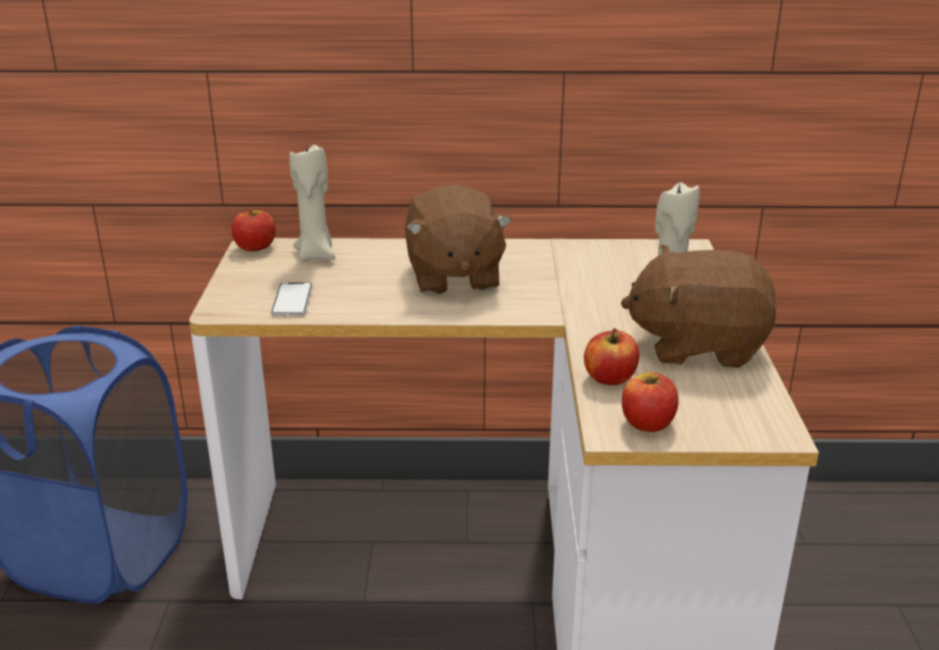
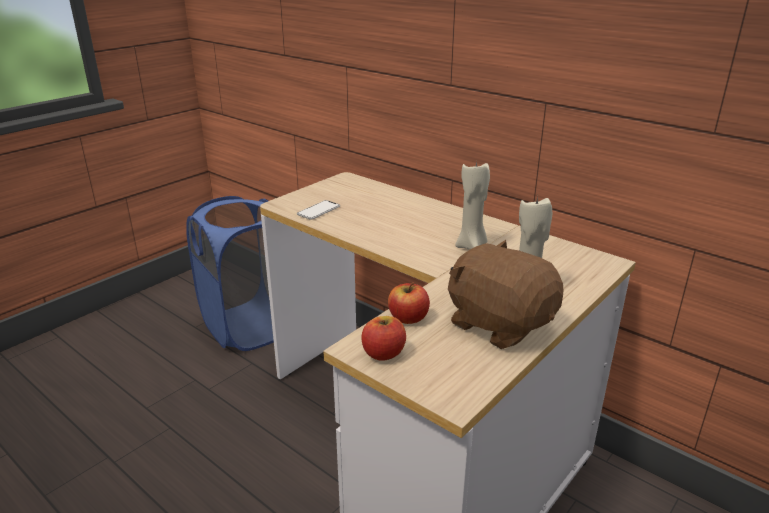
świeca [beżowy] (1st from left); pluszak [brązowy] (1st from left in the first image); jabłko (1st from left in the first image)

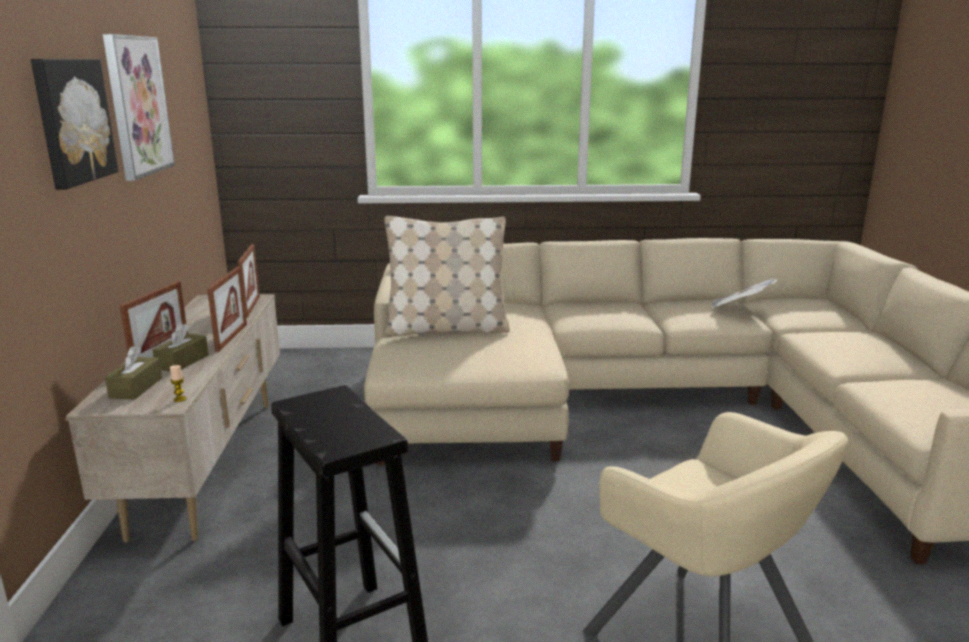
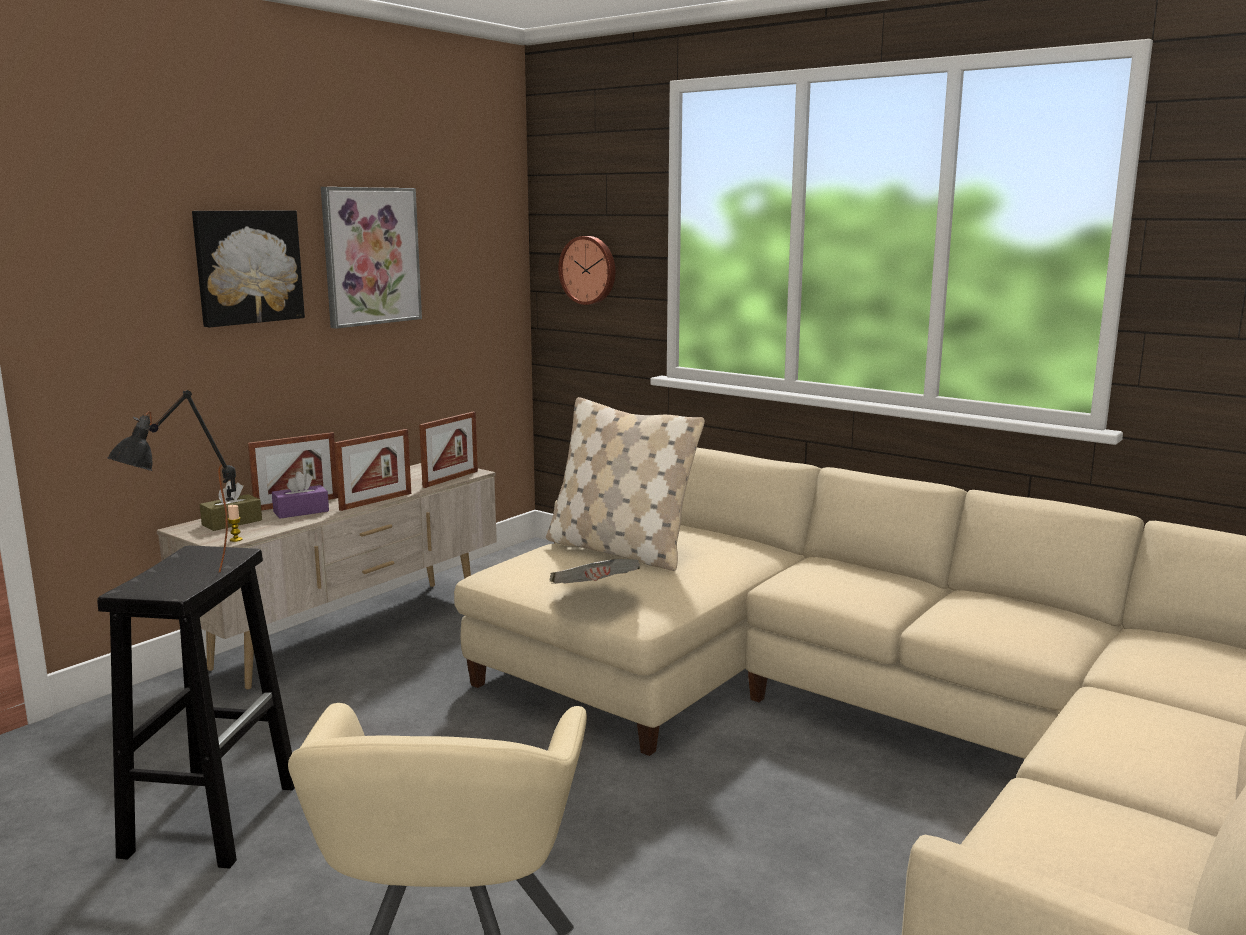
gazeta; pudełko chusteczek [fioletowy]; zegar ścienny; lampa stołowa [czarny]

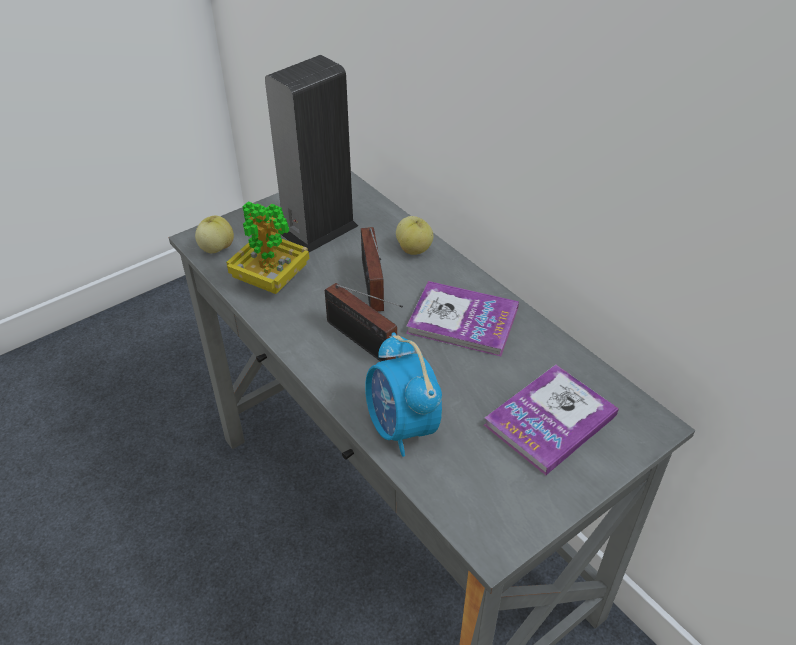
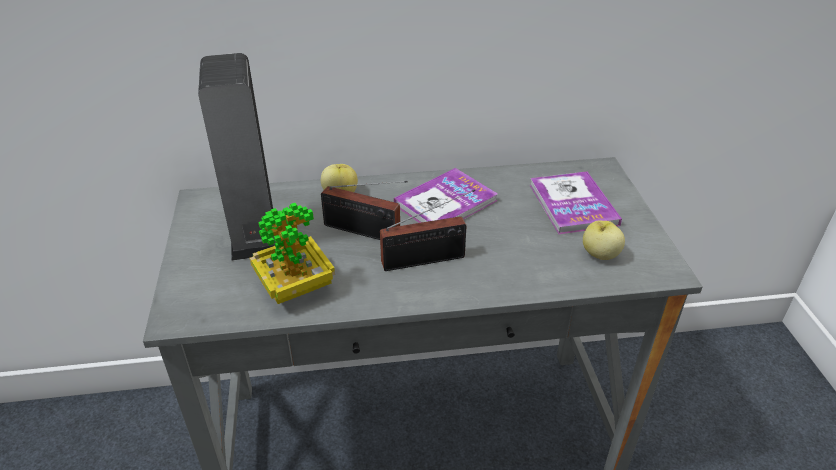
jabłko (2nd from left); budzik

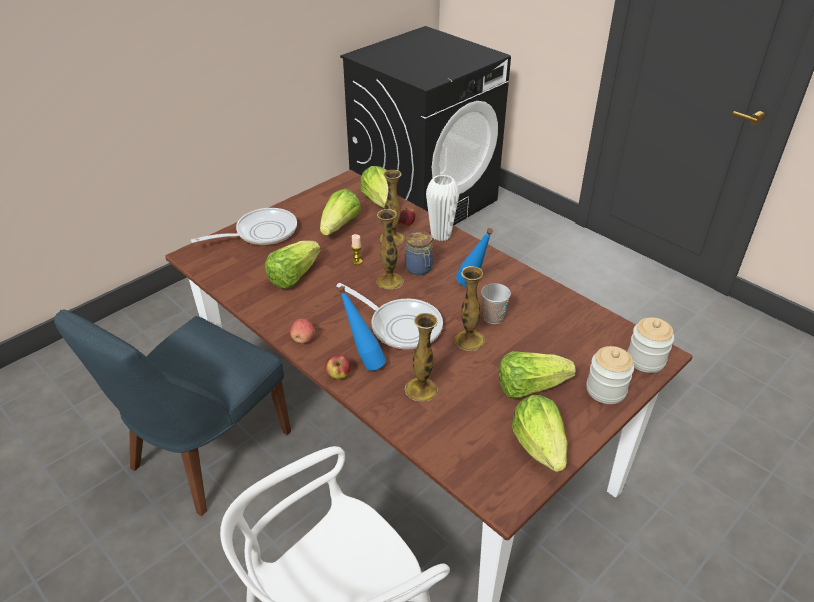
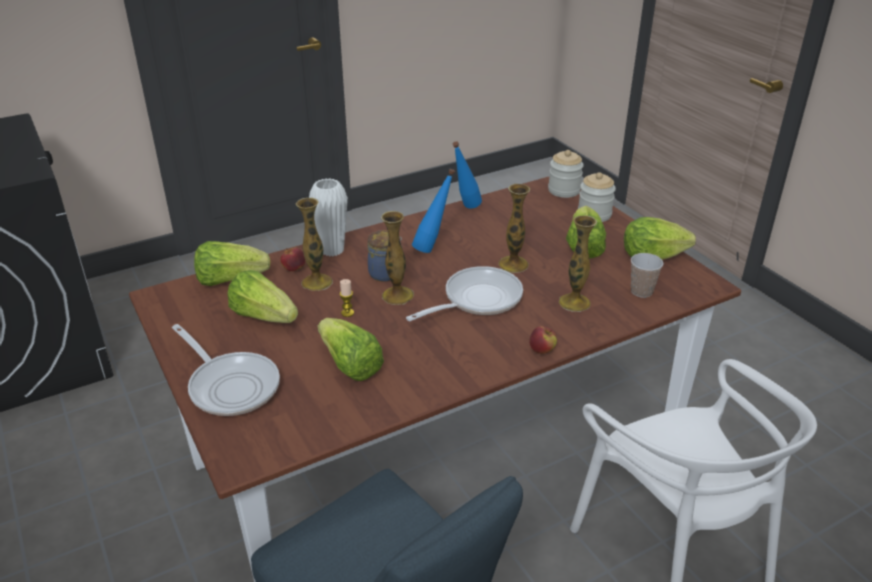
patelnia (1st from left); filiżanka; butelka [niebieski] (2nd from left); jabłko (1st from left in the first image)

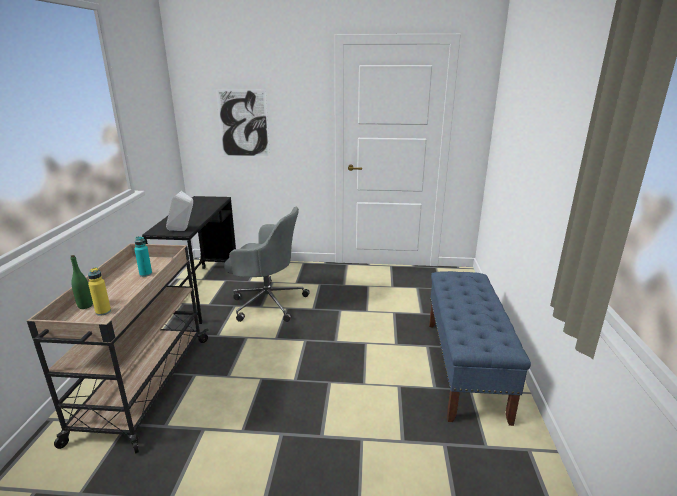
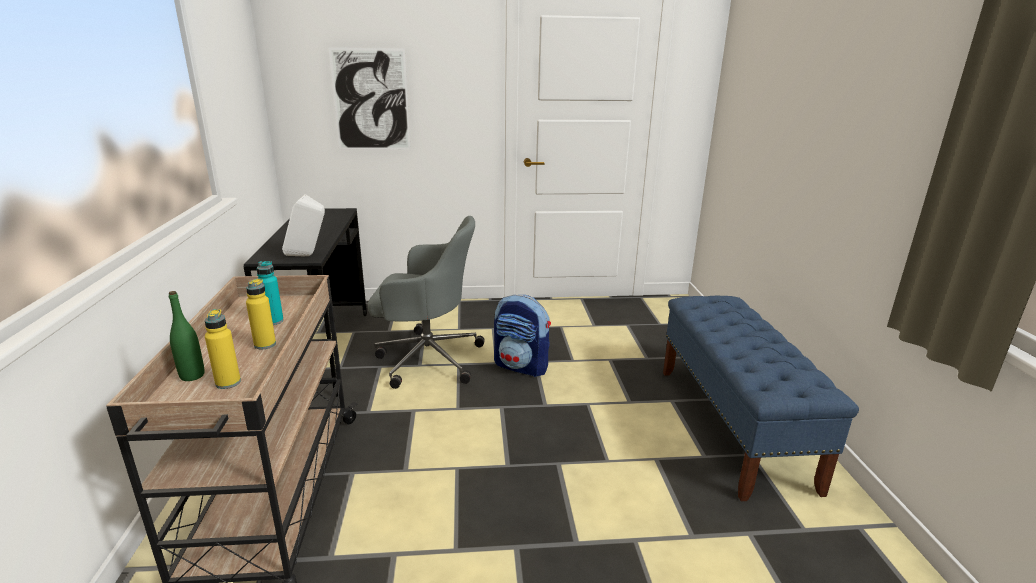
butelka [żółty] (2nd from left); plecak

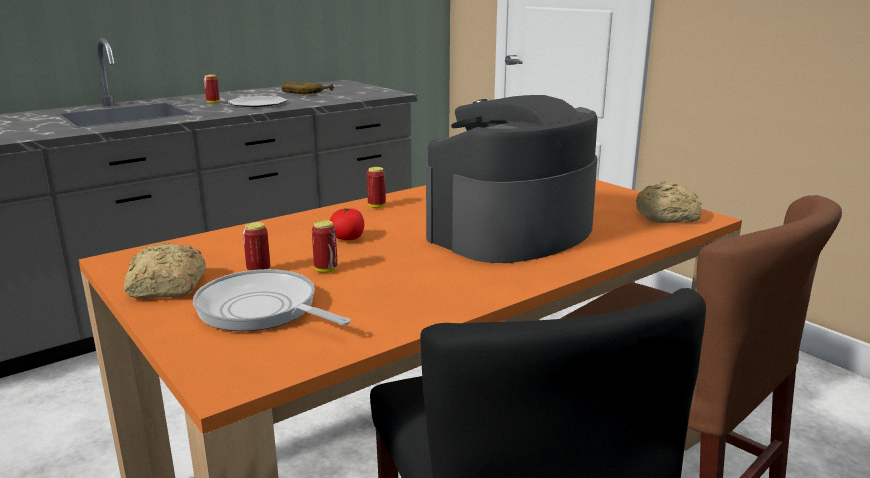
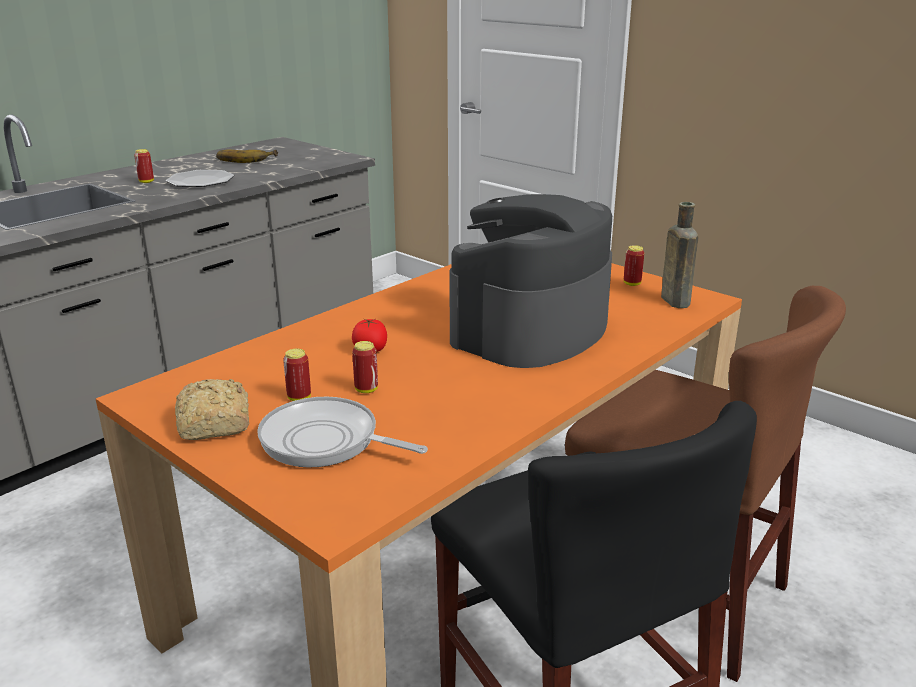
puszka (4th from left); butelka [brązowy]

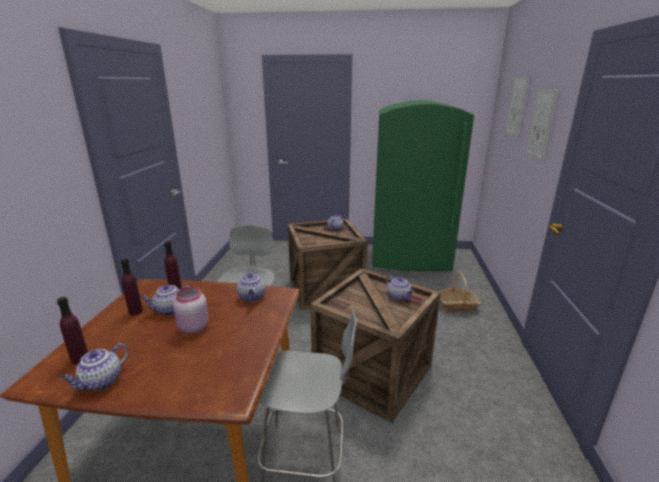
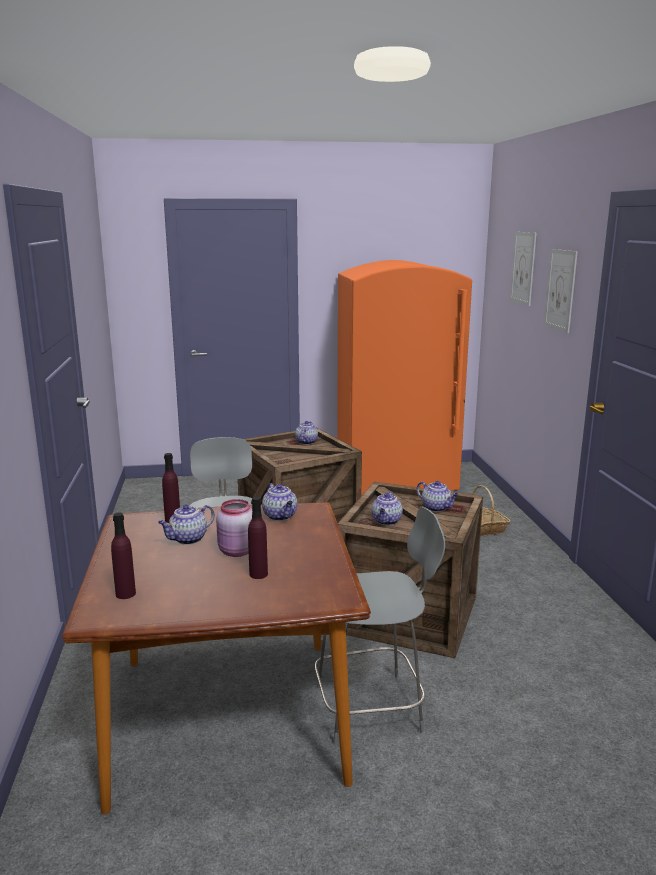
lodówka [pomarańczowy]; butelka [fioletowy] (3rd from left); imbryk (4th from left)

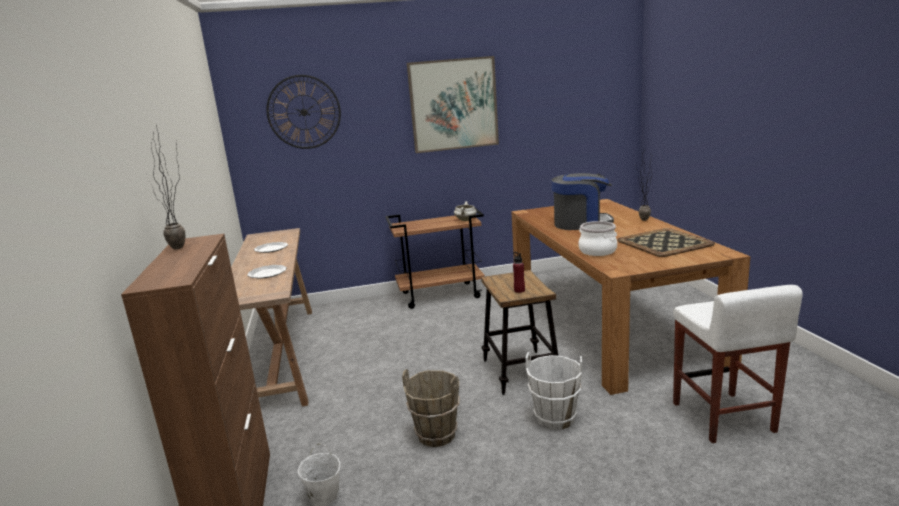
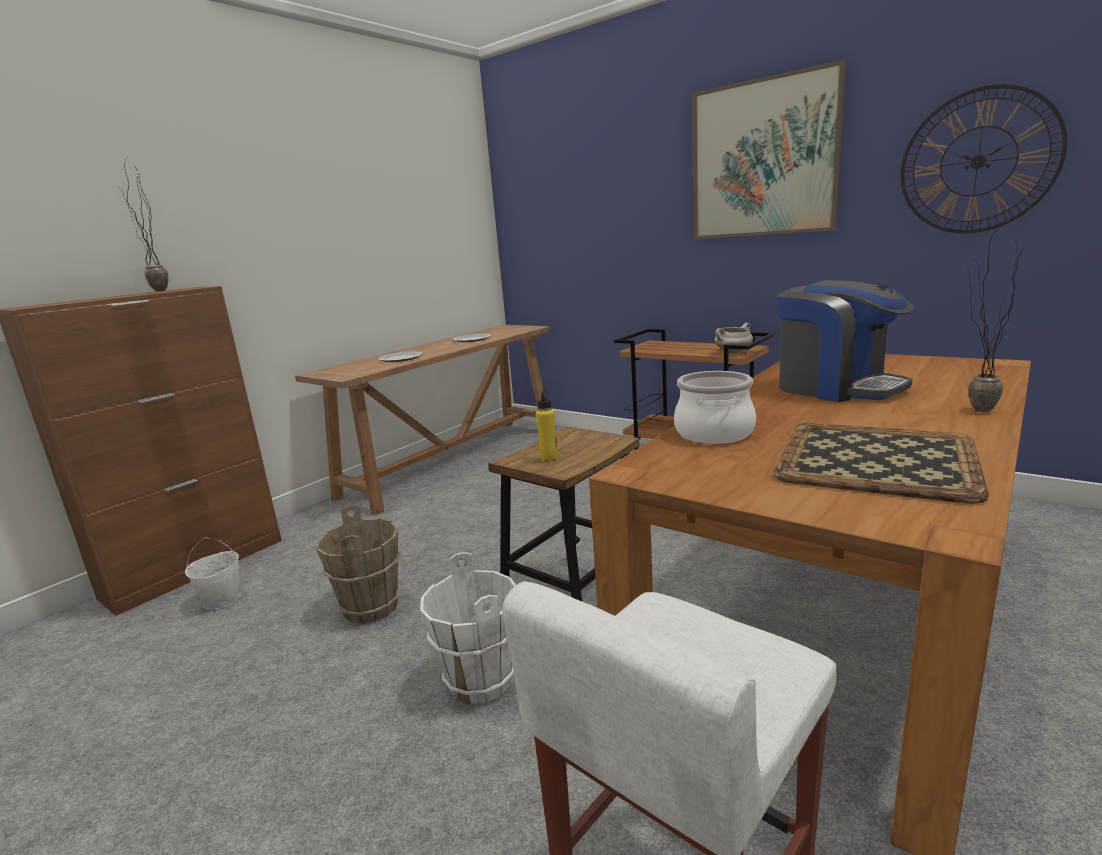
zegar ścienny; butelka [żółty]

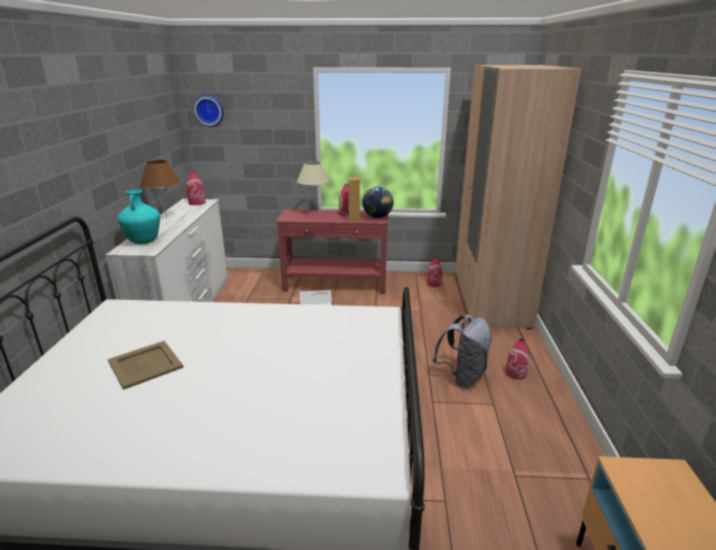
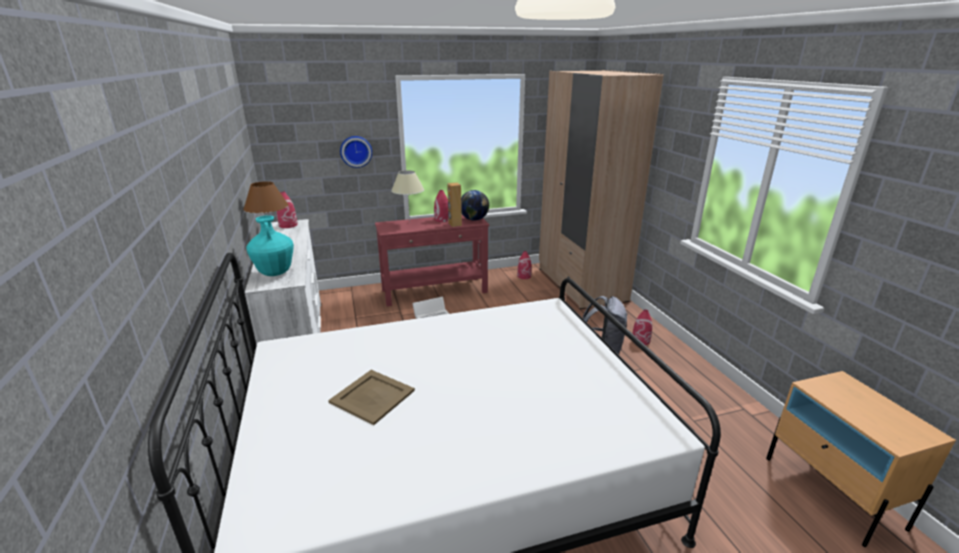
zegar ścienny

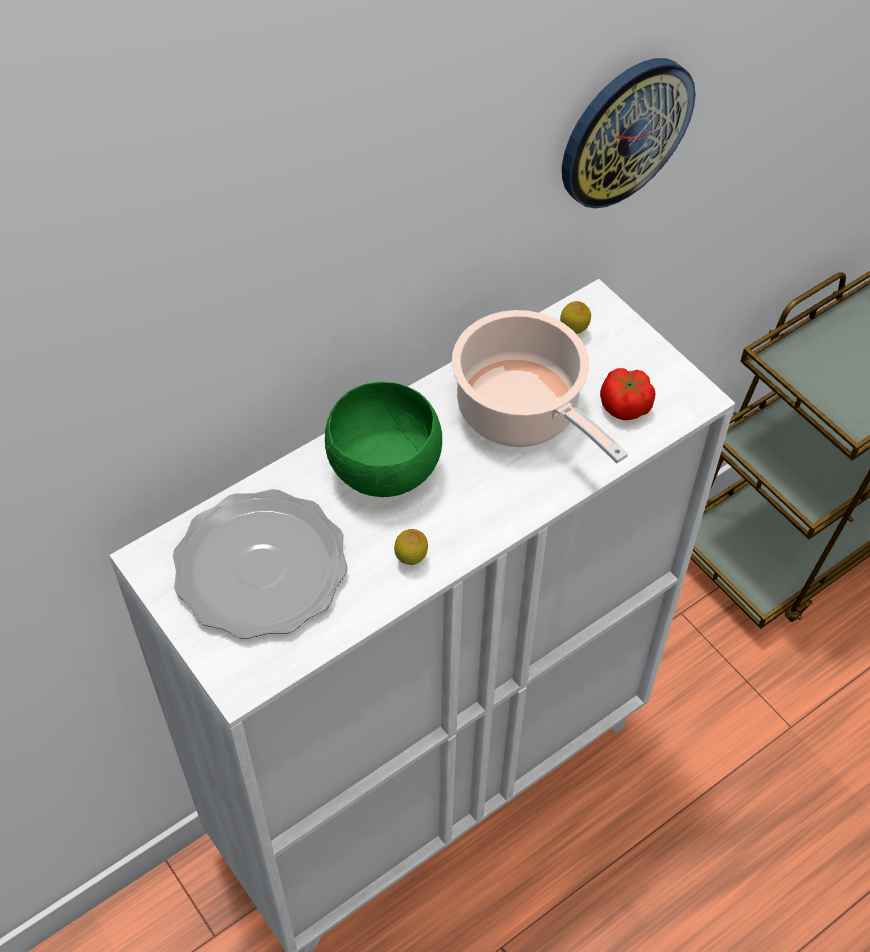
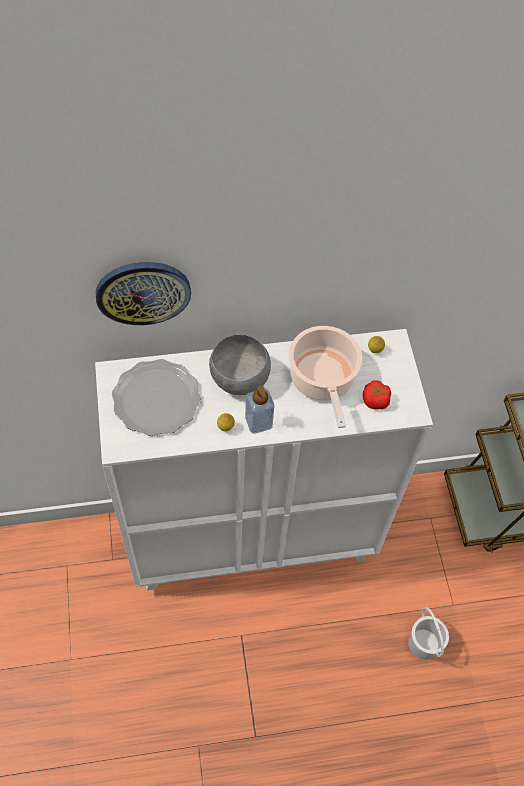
zegar ścienny; miska [szary]; dozownik mydła; wiadro [biały]

